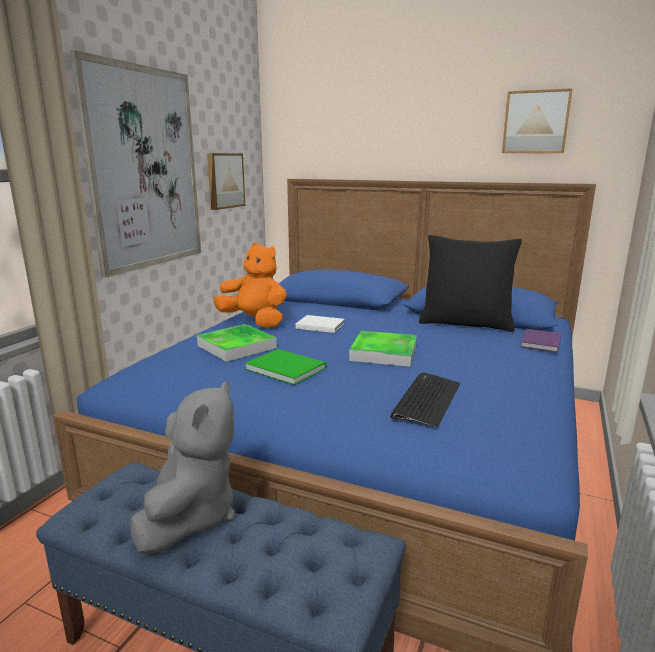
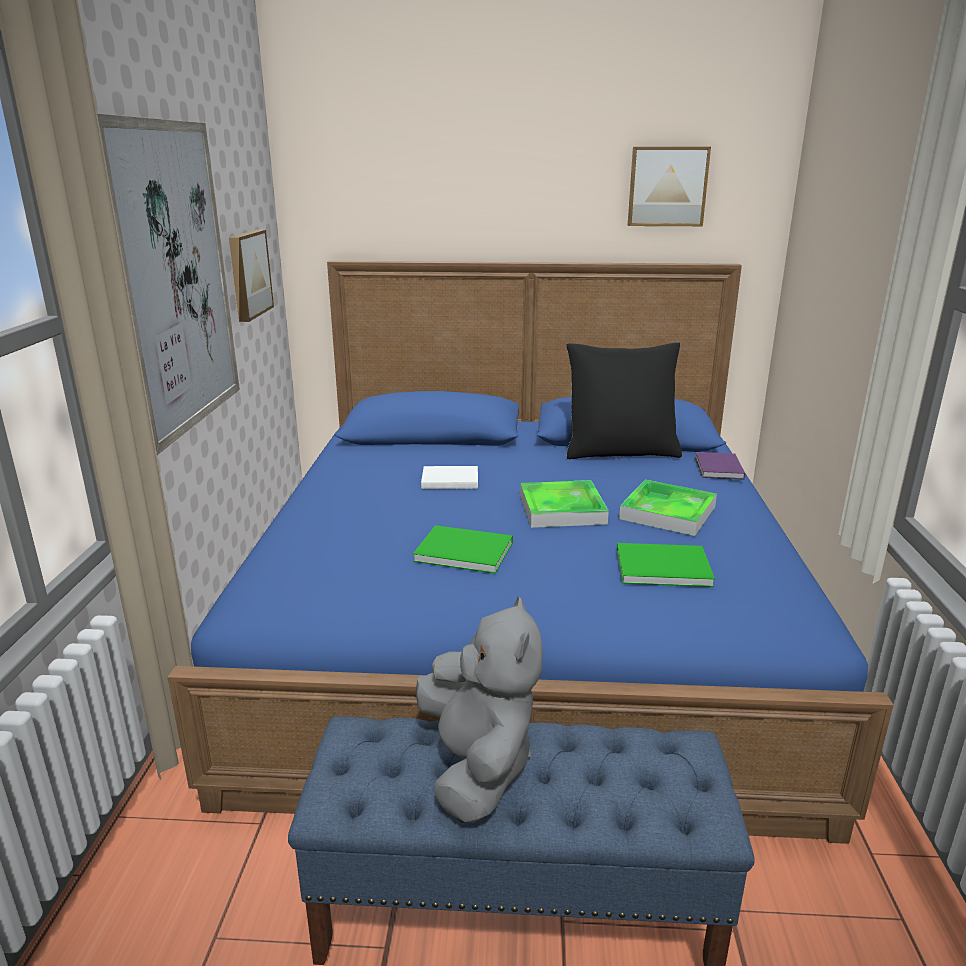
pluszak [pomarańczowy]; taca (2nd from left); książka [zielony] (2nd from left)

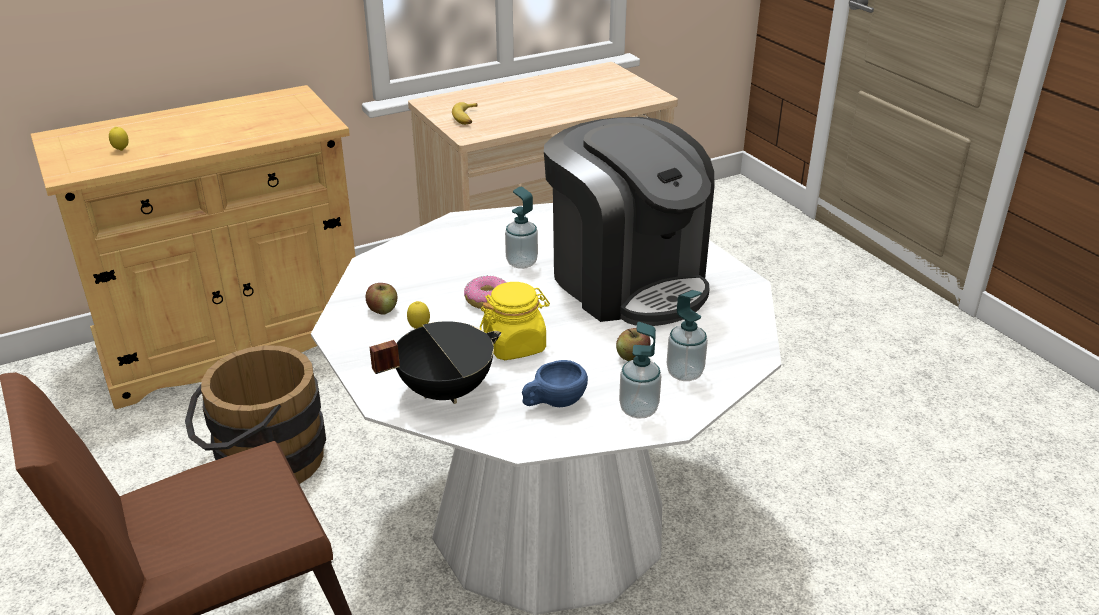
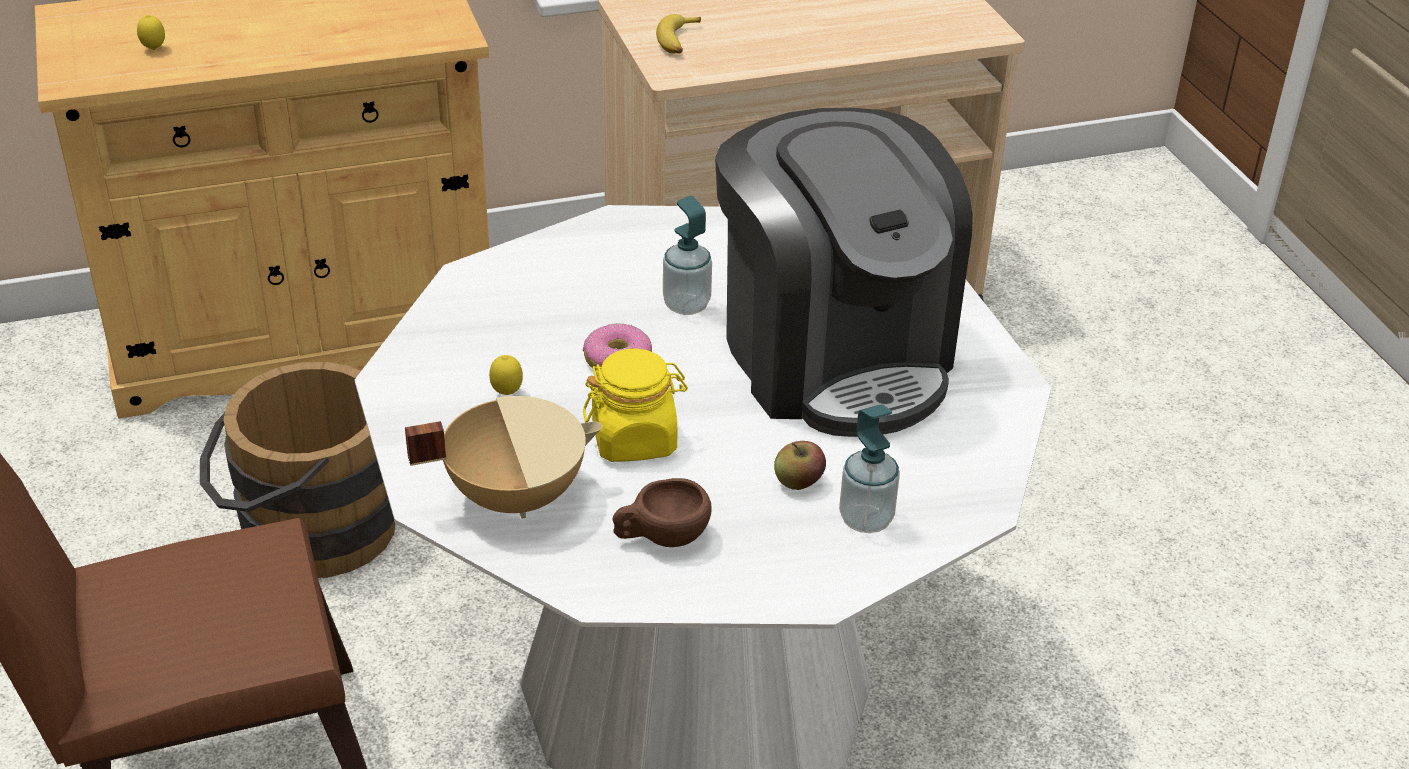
jabłko (1st from left in the first image); garnek [beżowy]; dozownik mydła (2nd from left in the first image); filiżanka [brązowy]

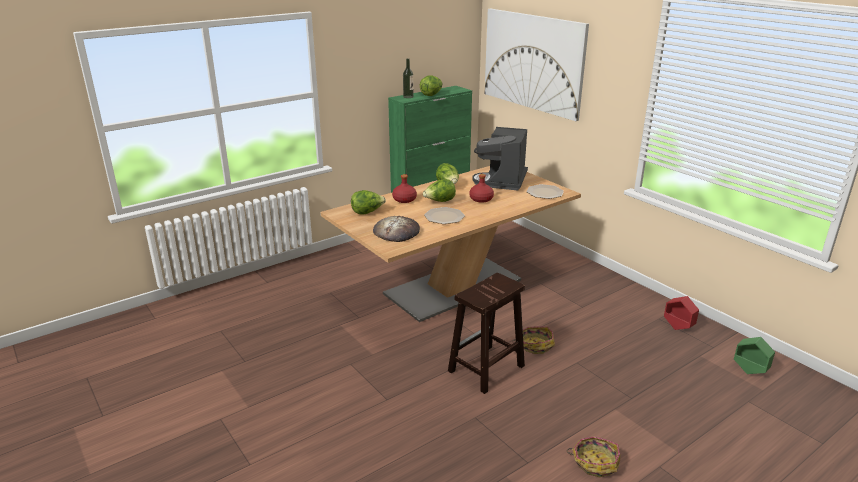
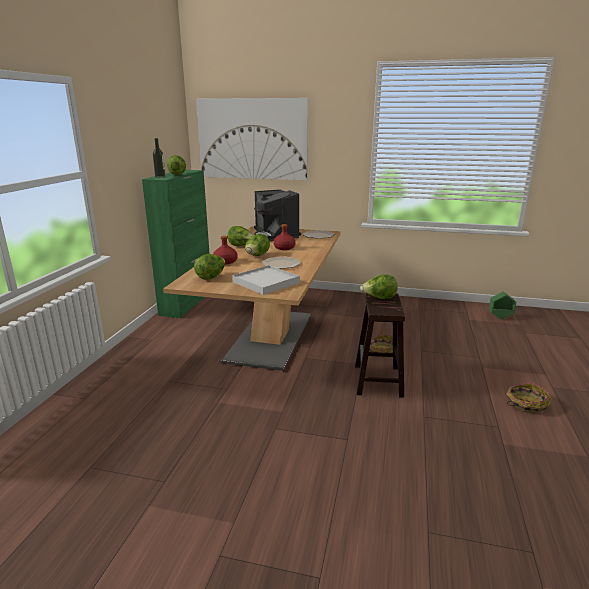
taca [biały]; donica [czerwony]; sałata (5th from left)

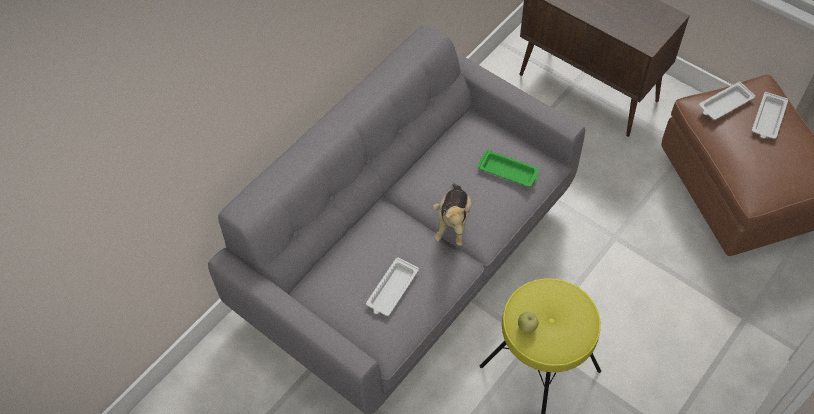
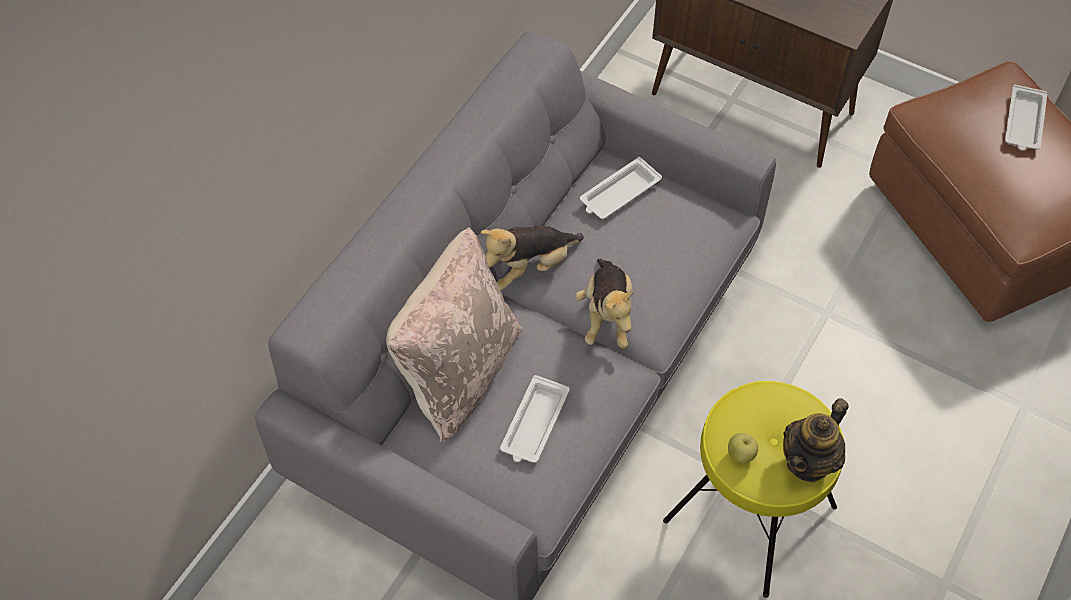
taca [biały] (2nd from left); taca [zielony]; pluszak (1st from left); poduszka [beżowy]; imbryk

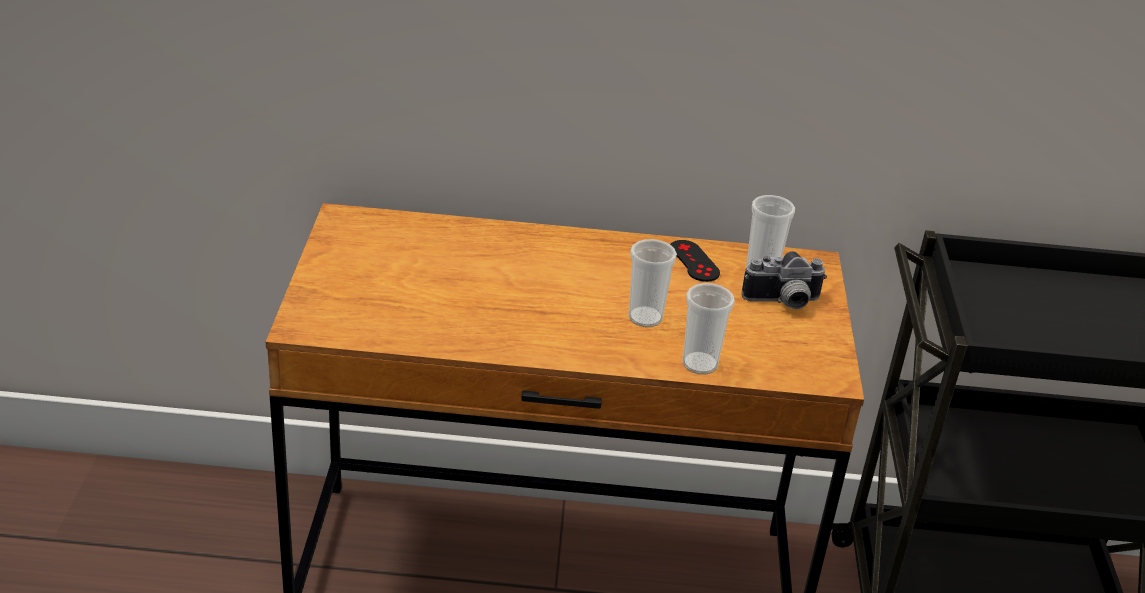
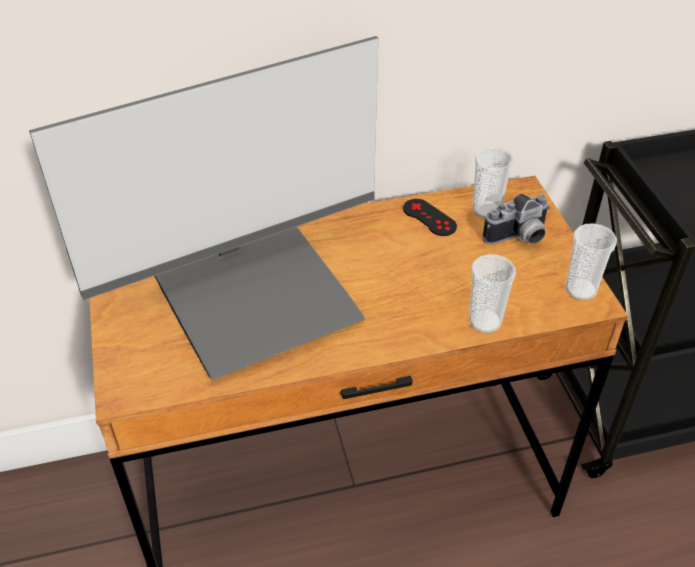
filiżanka (3rd from left); monitor

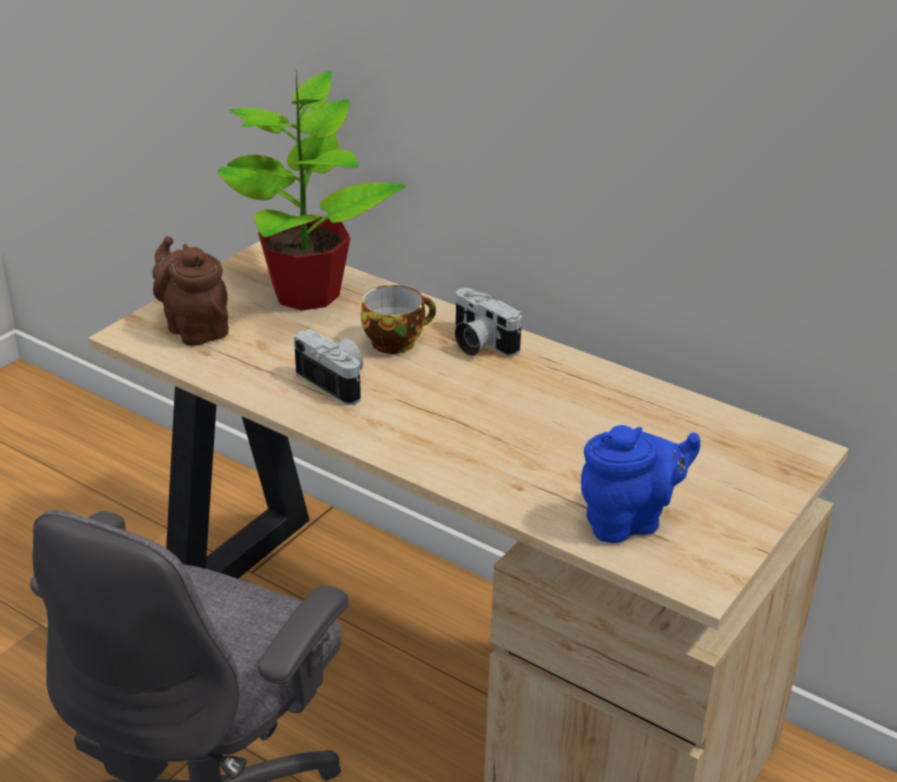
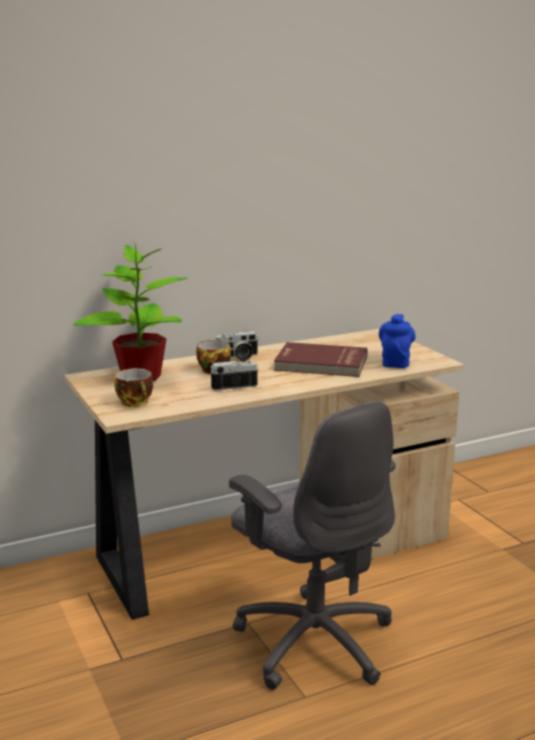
filiżanka (1st from left); książka [czerwony]

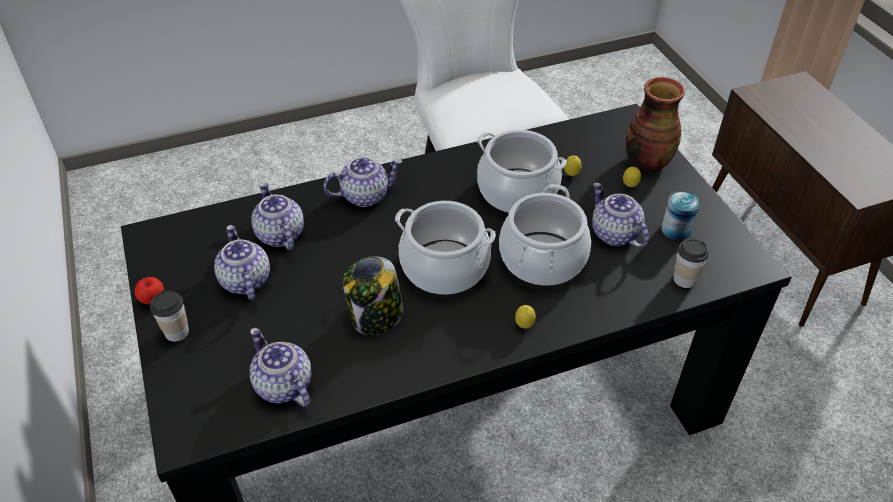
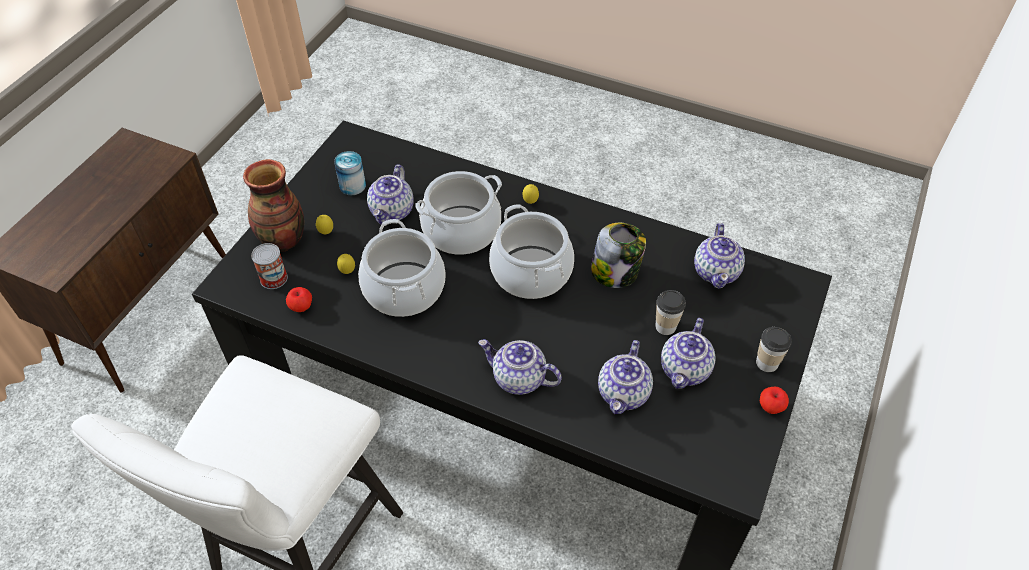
filiżanka (1st from left); puszka (1st from left); jabłko (1st from left)

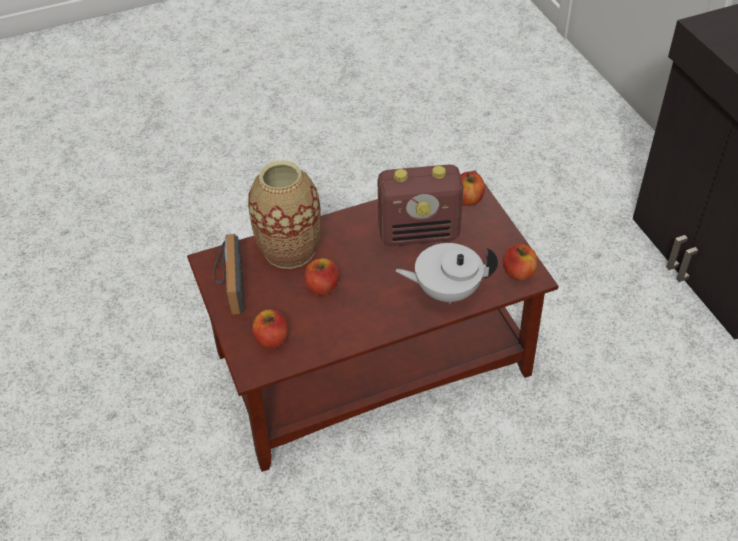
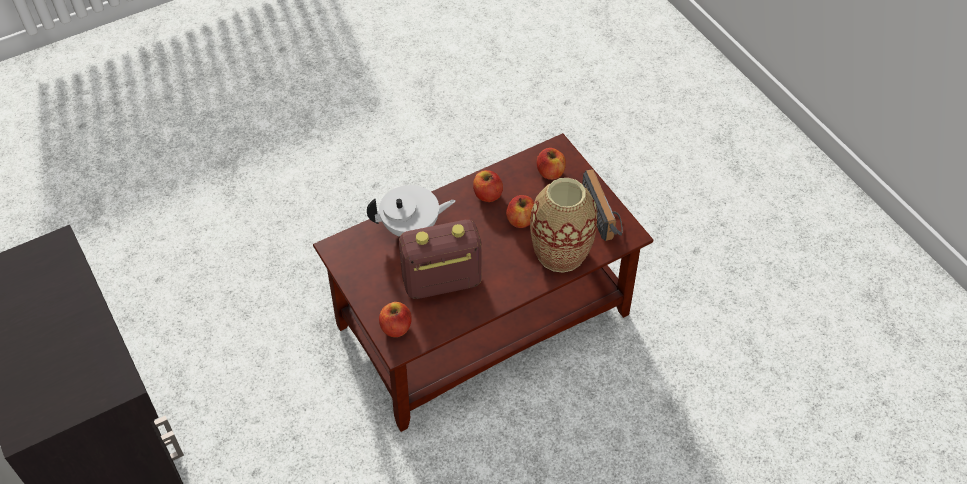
jabłko (2nd from left)

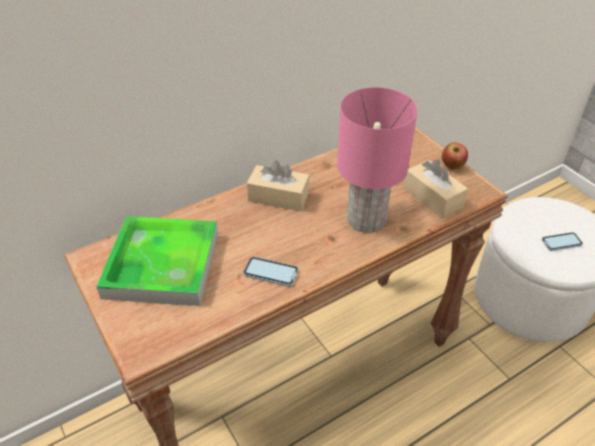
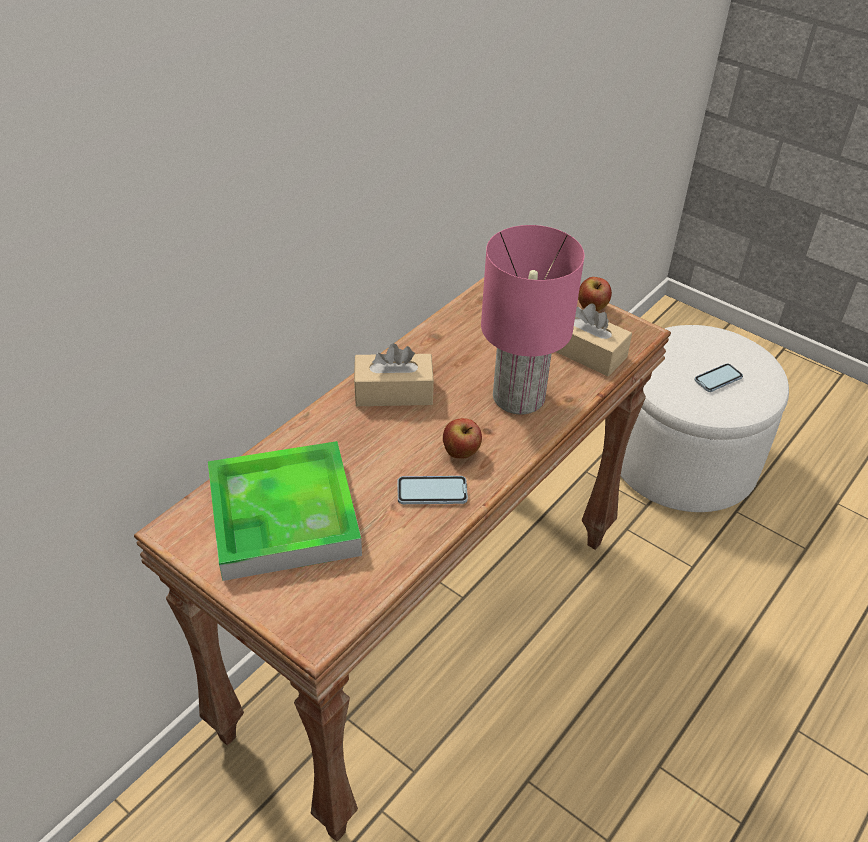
jabłko (1st from left)

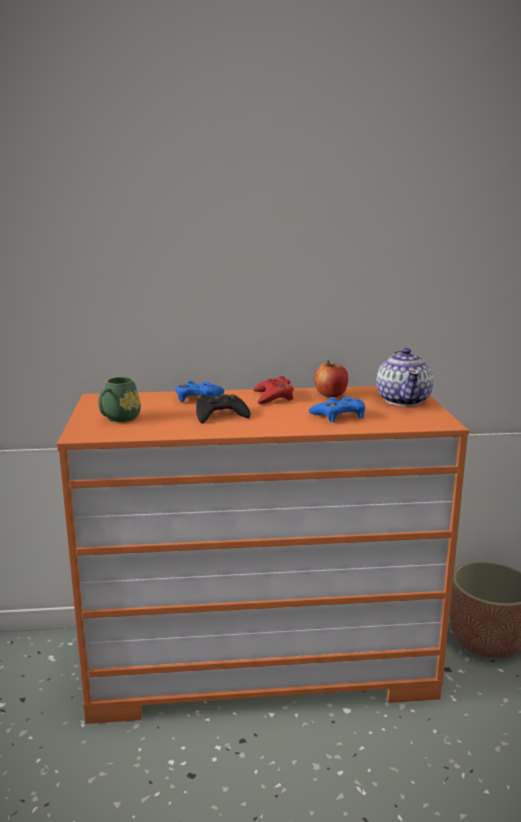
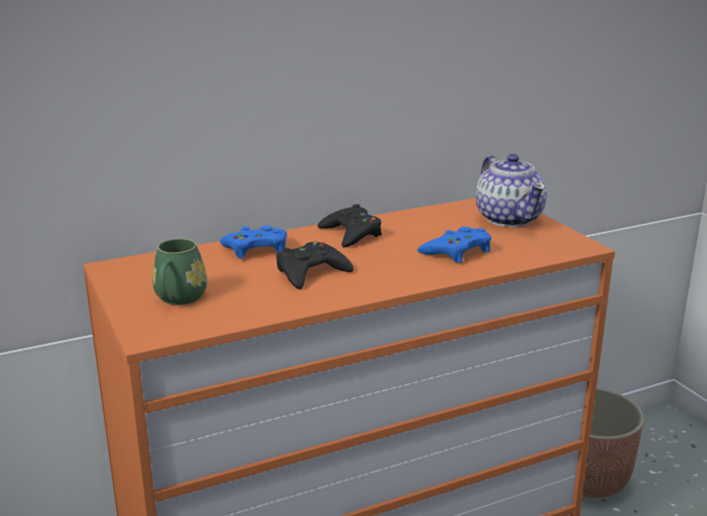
jabłko; pad do gier [czarny] (2nd from left)

